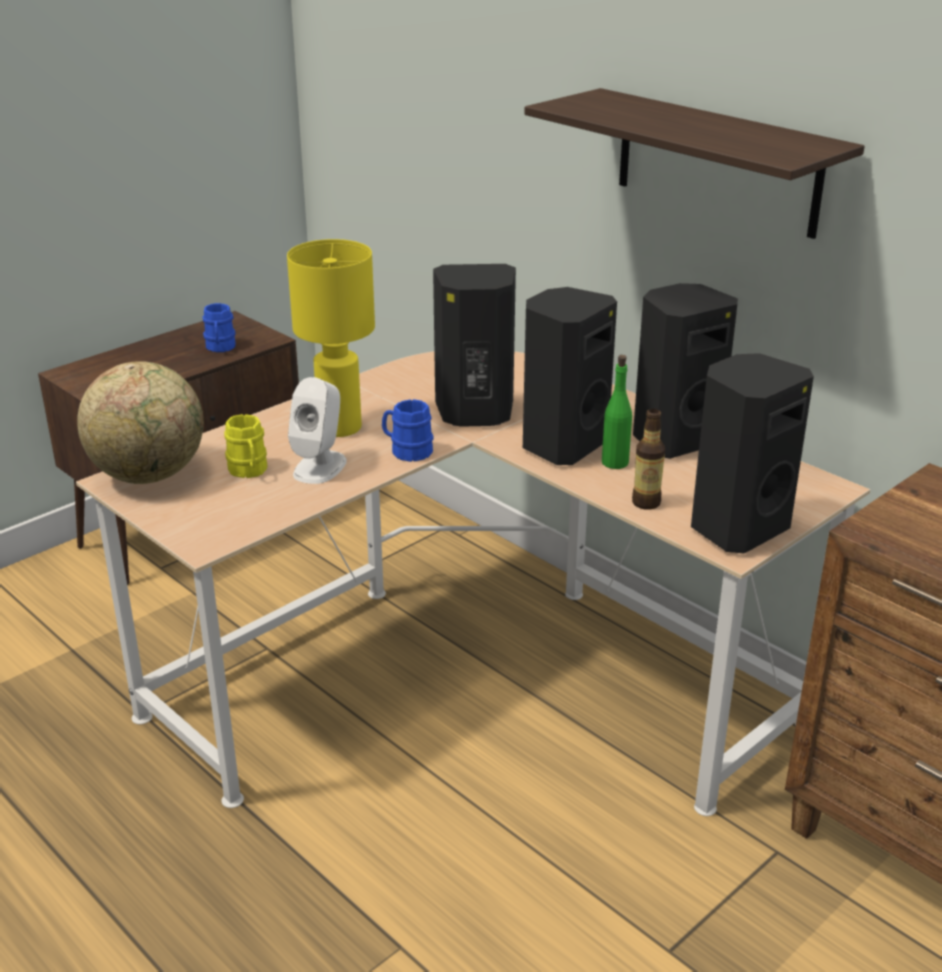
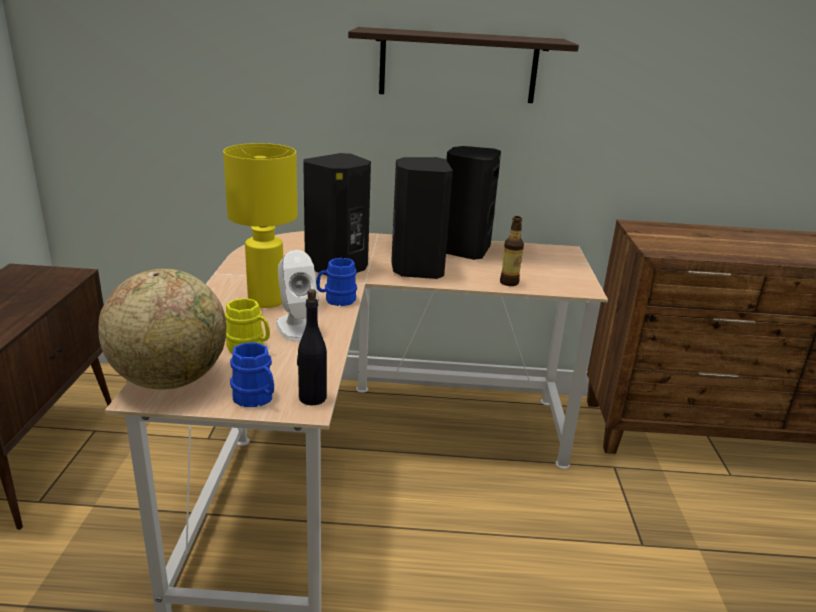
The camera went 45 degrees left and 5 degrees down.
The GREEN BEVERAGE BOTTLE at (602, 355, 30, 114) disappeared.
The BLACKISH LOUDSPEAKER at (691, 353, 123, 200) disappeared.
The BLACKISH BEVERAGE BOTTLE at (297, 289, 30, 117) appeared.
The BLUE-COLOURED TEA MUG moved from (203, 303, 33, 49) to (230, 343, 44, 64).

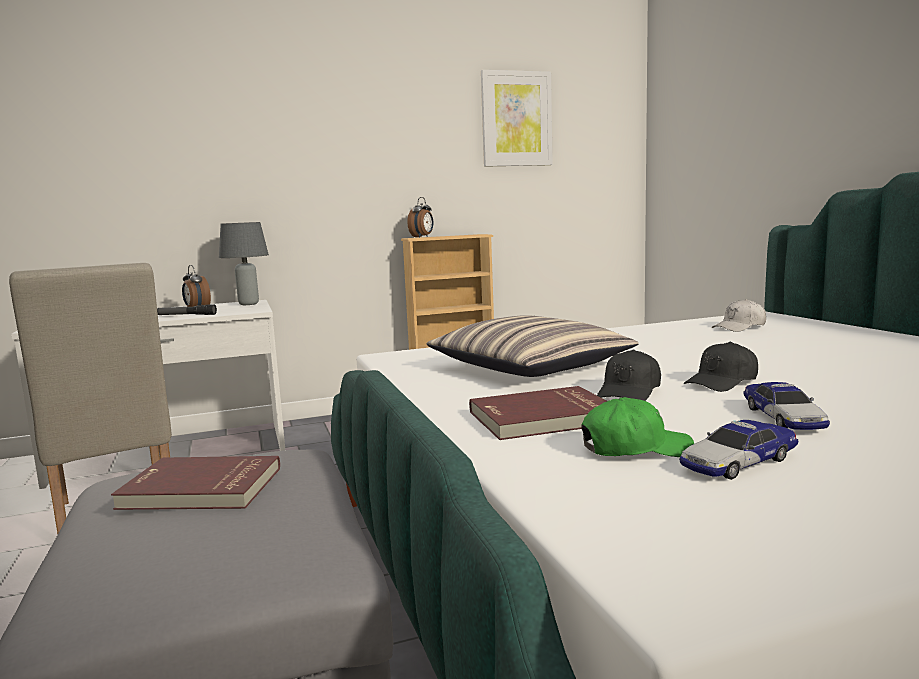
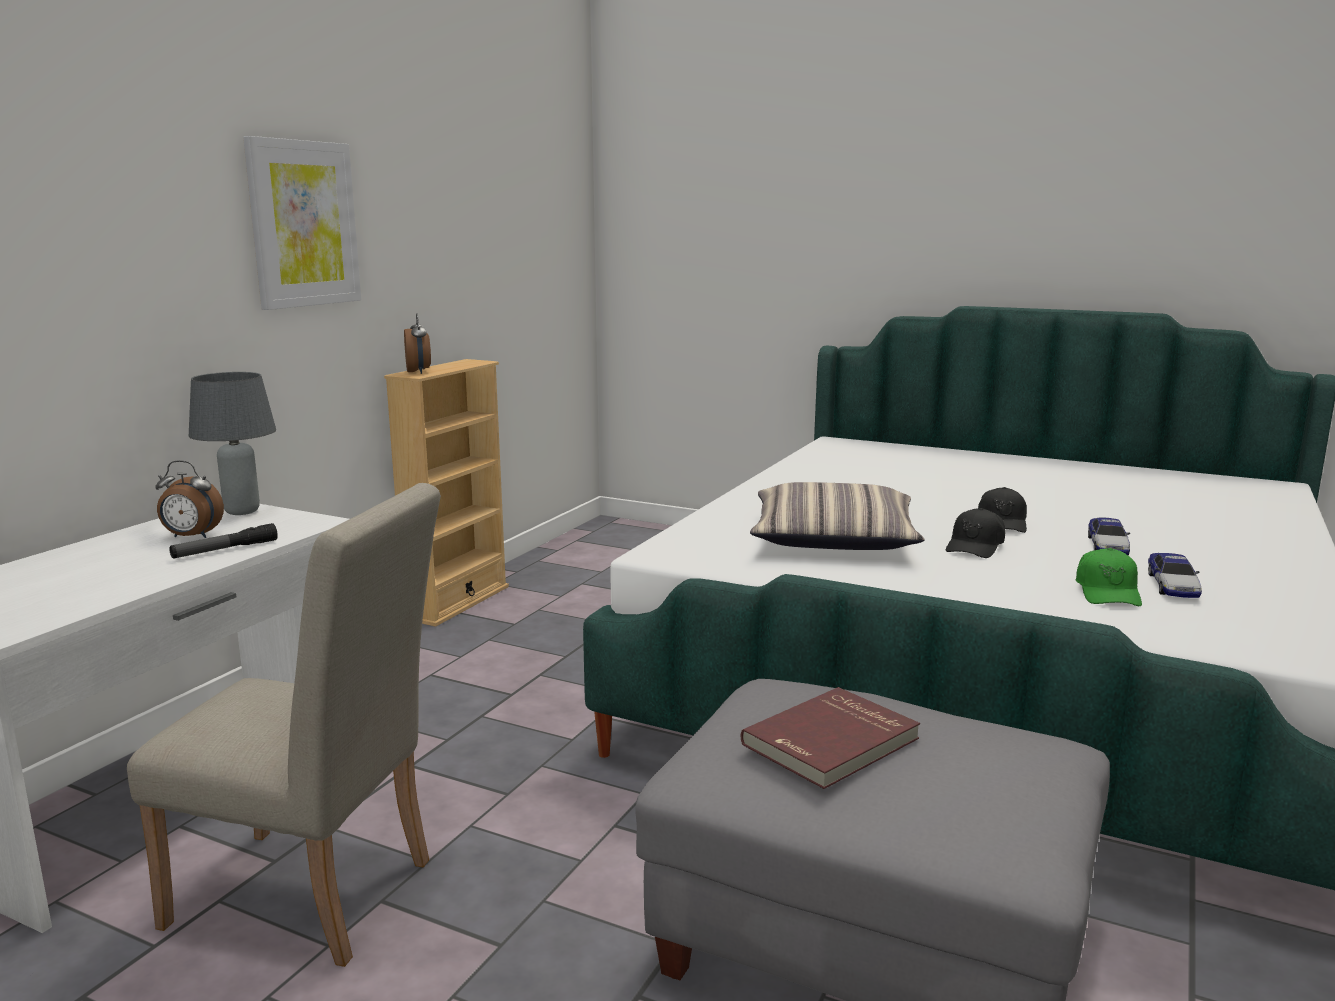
The camera went 45 degrees left and 5 degrees up.
The RED BOUND BOOK at (469, 386, 138, 54) disappeared.
The WHITE-COLOURED CAP at (712, 299, 54, 33) disappeared.
The PICTURE moved from (481, 70, 72, 97) to (243, 136, 118, 174).
The GREEN CAP at (581, 397, 113, 60) turned 150 degrees clockwise.
The BLACKISH CAP at (597, 350, 64, 51) turned 45 degrees clockwise.
The MINIATURE CAR at (743, 382, 87, 48) turned 60 degrees clockwise.

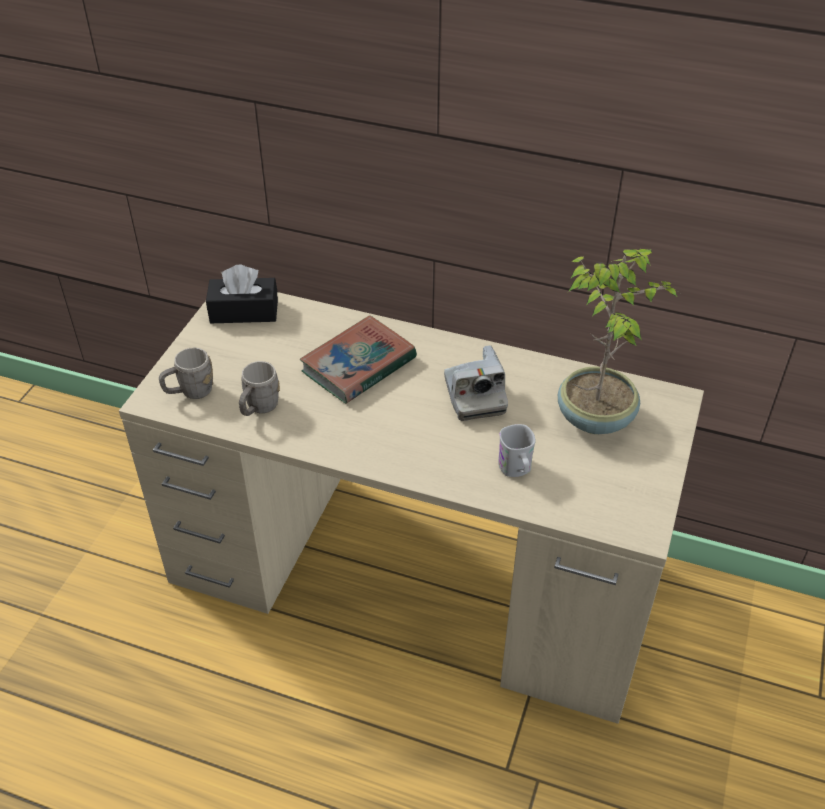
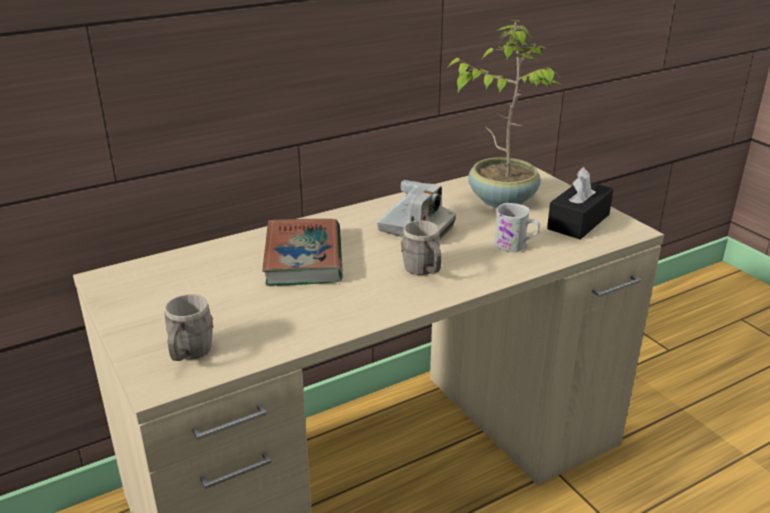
The camera went 50 degrees left and 15 degrees down.
The BLACKISH BOX OF TISSUES moved from (206, 265, 72, 58) to (547, 167, 66, 72).
The GREYISH TEA MUG moved from (239, 361, 41, 55) to (401, 221, 41, 54).

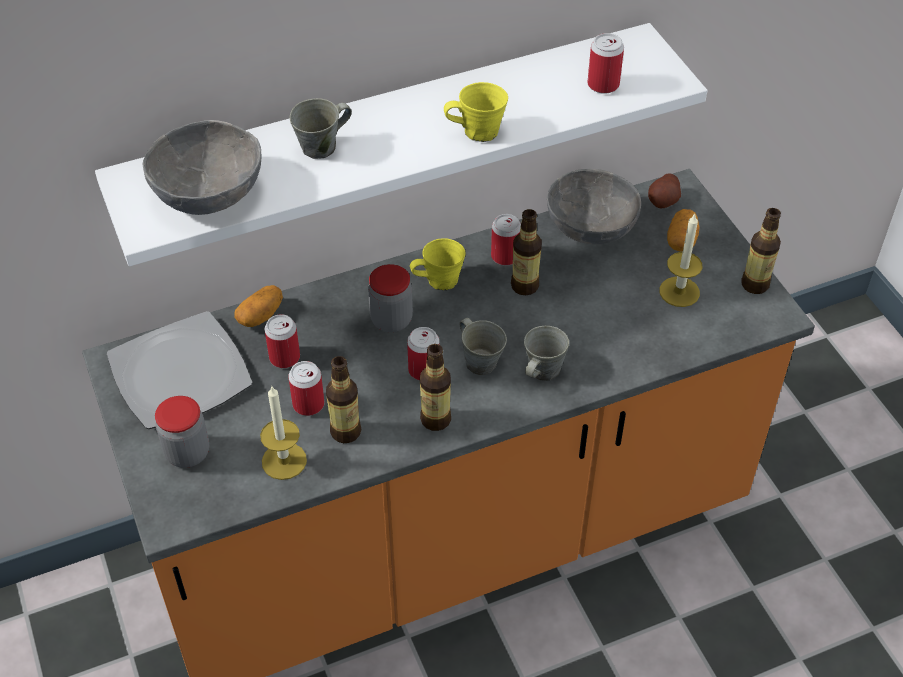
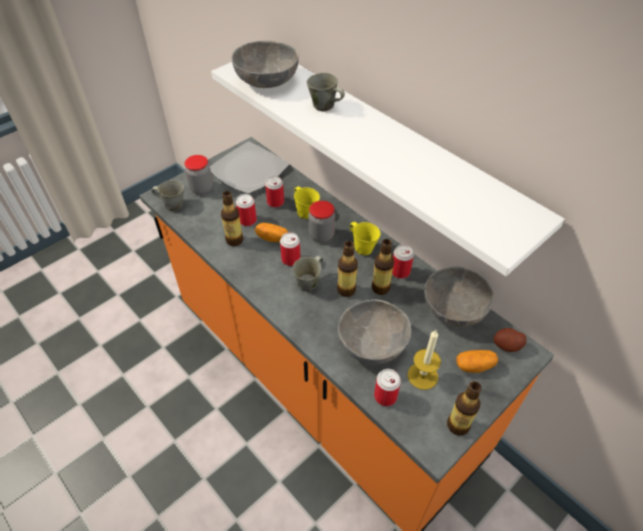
The camera went 70 degrees right and 0 degrees up.
The WAX CANDLE at (260, 385, 47, 95) disappeared.
The GREYISH BOWL at (338, 299, 73, 66) appeared.
The SPUD moved from (234, 285, 49, 42) to (255, 223, 34, 19).
The BEVERAGE BOTTLE moved from (420, 344, 31, 87) to (337, 241, 21, 56).
The YELLOWISH TEA MUG moved from (444, 82, 64, 60) to (294, 186, 26, 33).
The GREYISH TEA MUG moved from (524, 326, 45, 55) to (152, 180, 32, 31).
The METAL CAN moved from (587, 33, 37, 61) to (374, 369, 27, 37).

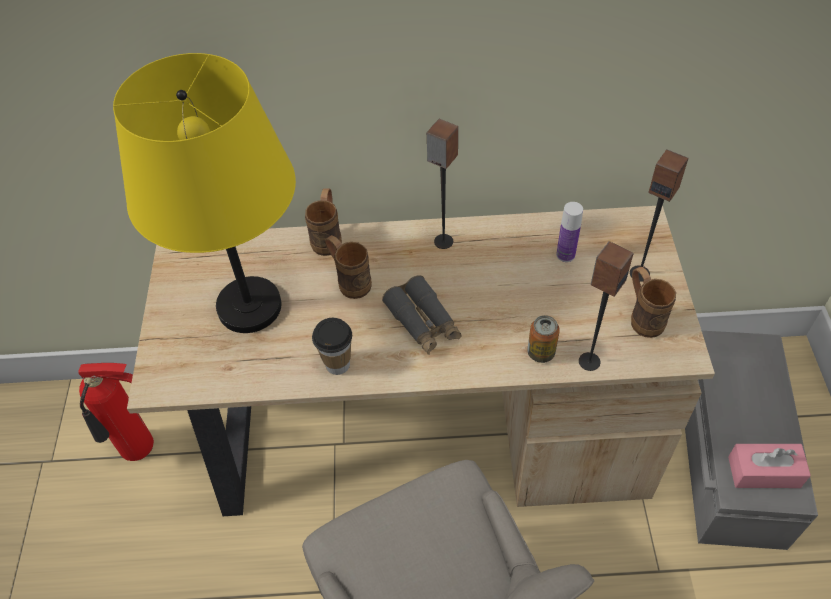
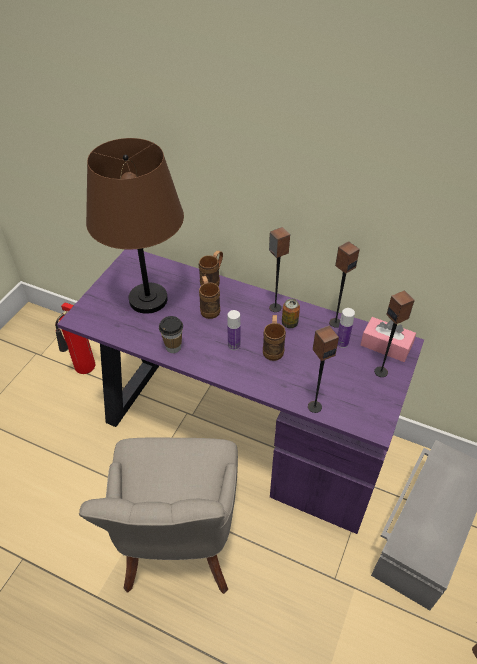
The camera went 25 degrees right and 5 degrees down.
The LOUDSPEAKER at (329, 241, 31, 87) appeared.
The METAL CAN moved from (527, 315, 33, 48) to (282, 299, 18, 29).
The BROWNISH TEA MUG moved from (631, 267, 45, 71) to (263, 315, 23, 46).
The PINKISH BOX OF TISSUES moved from (728, 444, 83, 44) to (360, 317, 56, 45).
The GREYISH BINOCULARS at (382, 275, 80, 80) was replaced by the BEVERAGE BOTTLE at (227, 310, 13, 40).
The YELLOWISH TABLETOP LAMP at (113, 53, 183, 280) became the BROWNISH TABLETOP LAMP at (86, 138, 98, 176).
The BEIGE DESK at (127, 205, 588, 311) became the PURPLISH DESK at (57, 249, 367, 285).

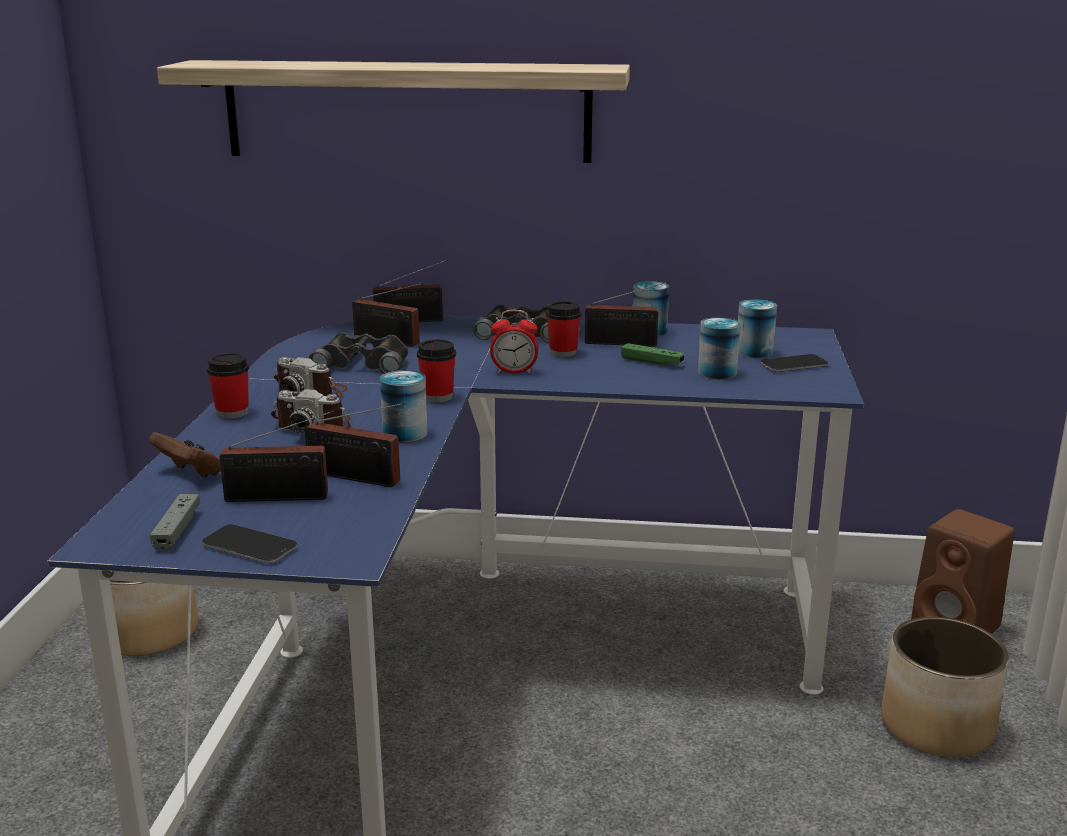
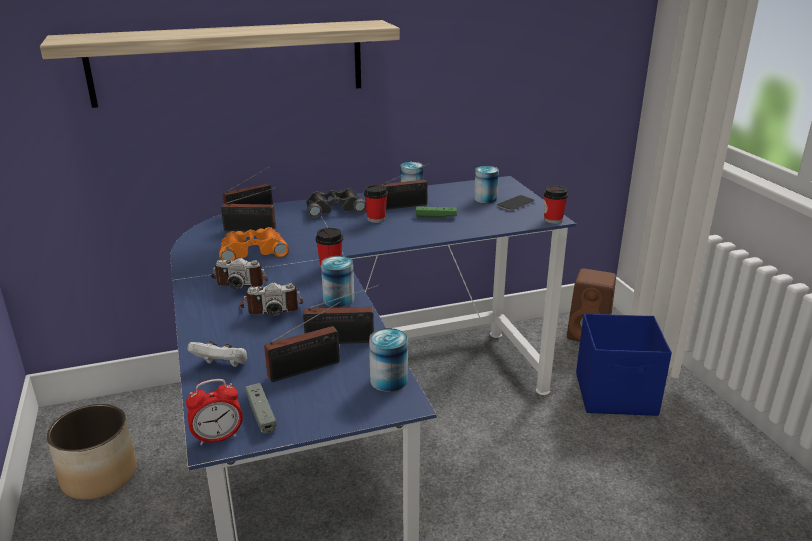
The camera went 25 degrees left and 5 degrees up.
The HANDSET at (202, 524, 96, 40) disappeared.
The DRINKING CUP moved from (207, 353, 42, 66) to (544, 186, 24, 38).
The ALARM CLOCK moved from (490, 310, 48, 64) to (186, 379, 57, 66).
The METAL CAN moved from (698, 317, 42, 62) to (369, 328, 39, 64).
The FLOWER POT at (881, 617, 128, 140) was replaced by the BLUE-COLOURED STORAGE BIN at (576, 314, 96, 102).
The BROWNISH GAME CONTROLLER at (149, 432, 72, 46) became the WHITE-COLOURED GAME CONTROLLER at (187, 341, 61, 26).
The BLACKISH BINOCULARS at (308, 332, 100, 42) became the ORANGE-COLOURED BINOCULARS at (219, 227, 70, 34).

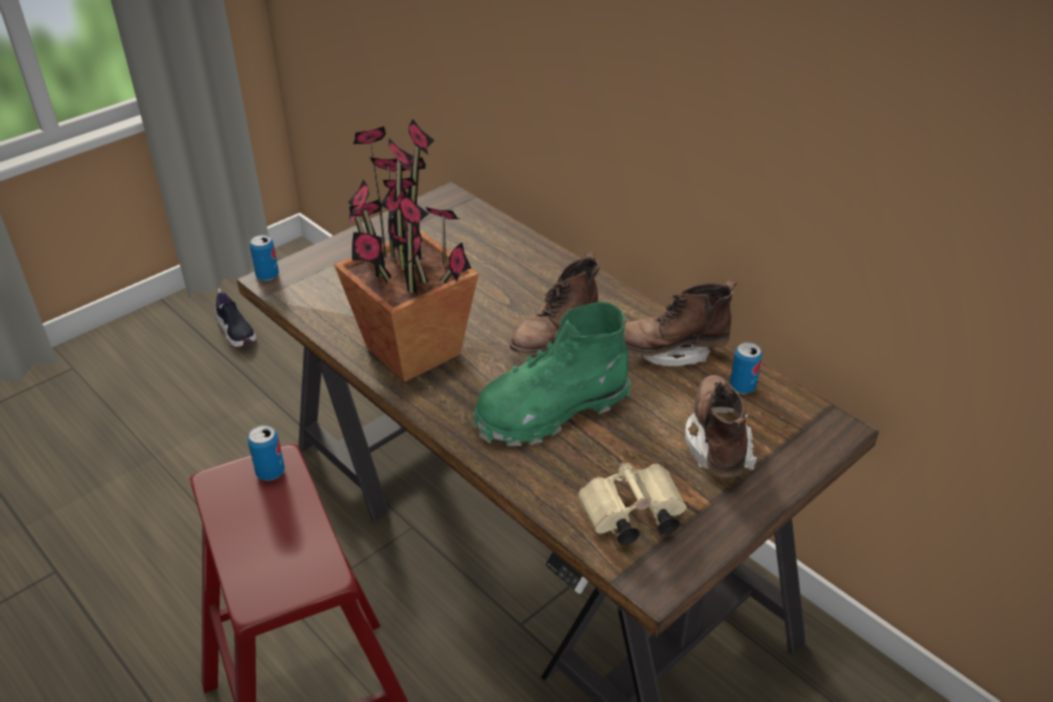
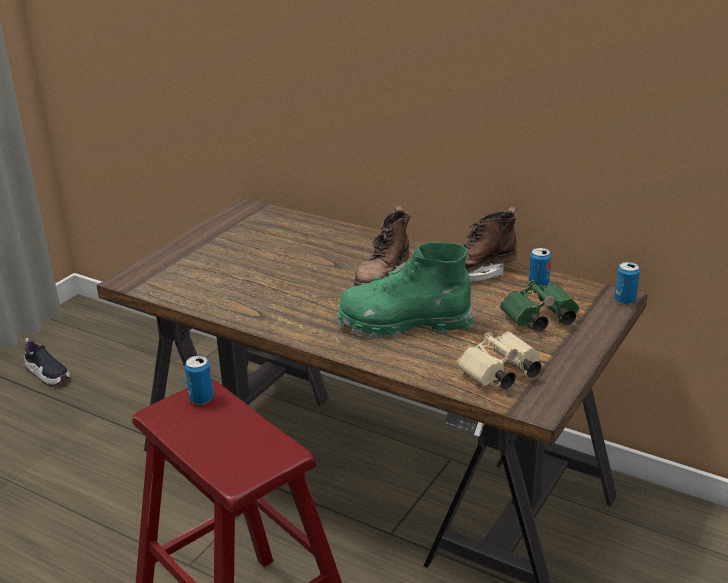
The camera went 15 degrees left and 10 degrees down.
The PLANT IN A POT at (334, 119, 145, 263) disappeared.
The METAL CAN moved from (250, 235, 29, 46) to (615, 262, 25, 43).
The BROWNISH HIGH-TOP BOOT at (685, 375, 72, 103) was replaced by the GREEN BINOCULARS at (500, 280, 79, 51).
The GREEN HIGH-TOP BOOT at (473, 302, 158, 144) turned 45 degrees clockwise.

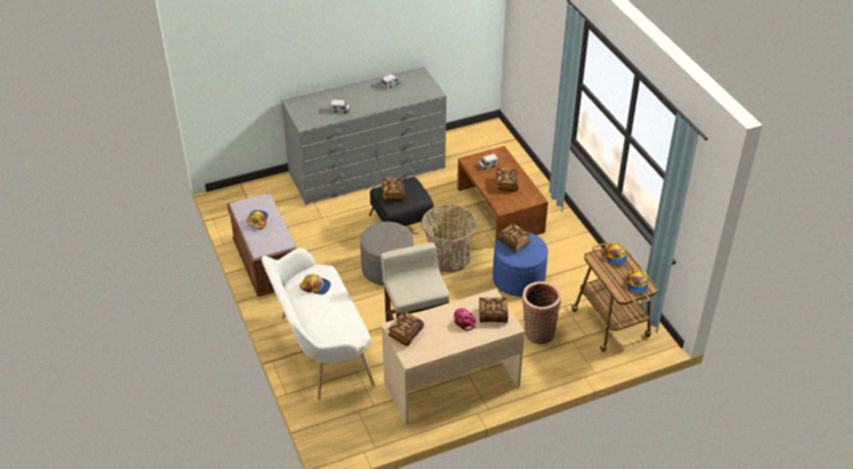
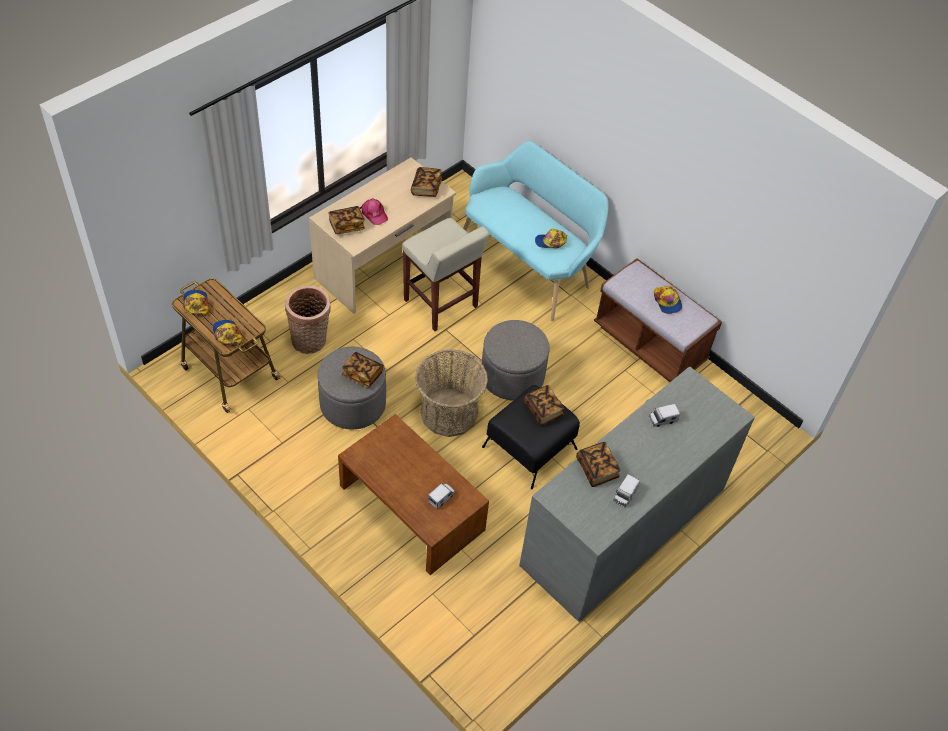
The camera went 155 degrees right and 10 degrees up.
The BOUND BOOK moved from (496, 168, 23, 24) to (576, 442, 44, 45).
The WHITE-COLOURED LONG SEAT at (262, 248, 113, 152) became the TURQUOISE LONG SEAT at (463, 141, 146, 180).
The BLUE-COLOURED OTTOMAN at (493, 232, 55, 64) became the GREYISH OTTOMAN at (317, 347, 69, 82).

